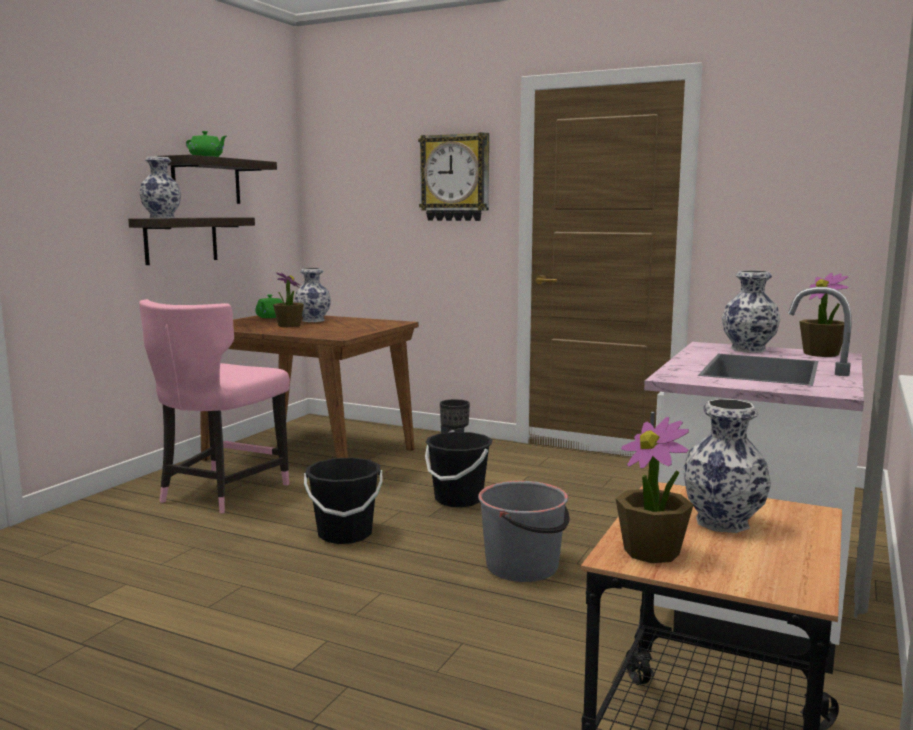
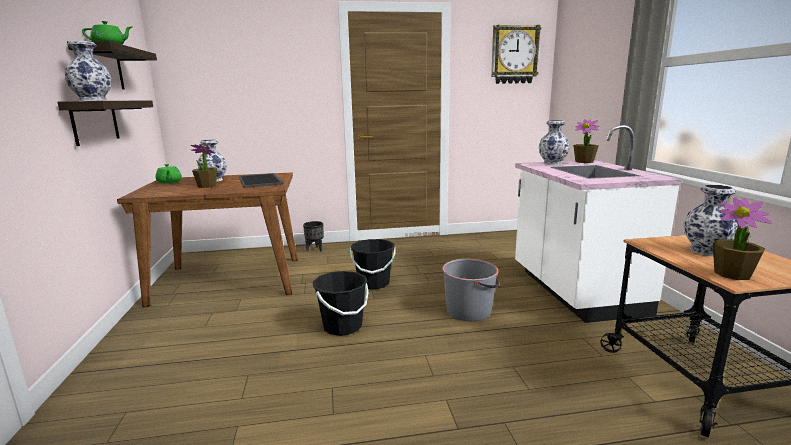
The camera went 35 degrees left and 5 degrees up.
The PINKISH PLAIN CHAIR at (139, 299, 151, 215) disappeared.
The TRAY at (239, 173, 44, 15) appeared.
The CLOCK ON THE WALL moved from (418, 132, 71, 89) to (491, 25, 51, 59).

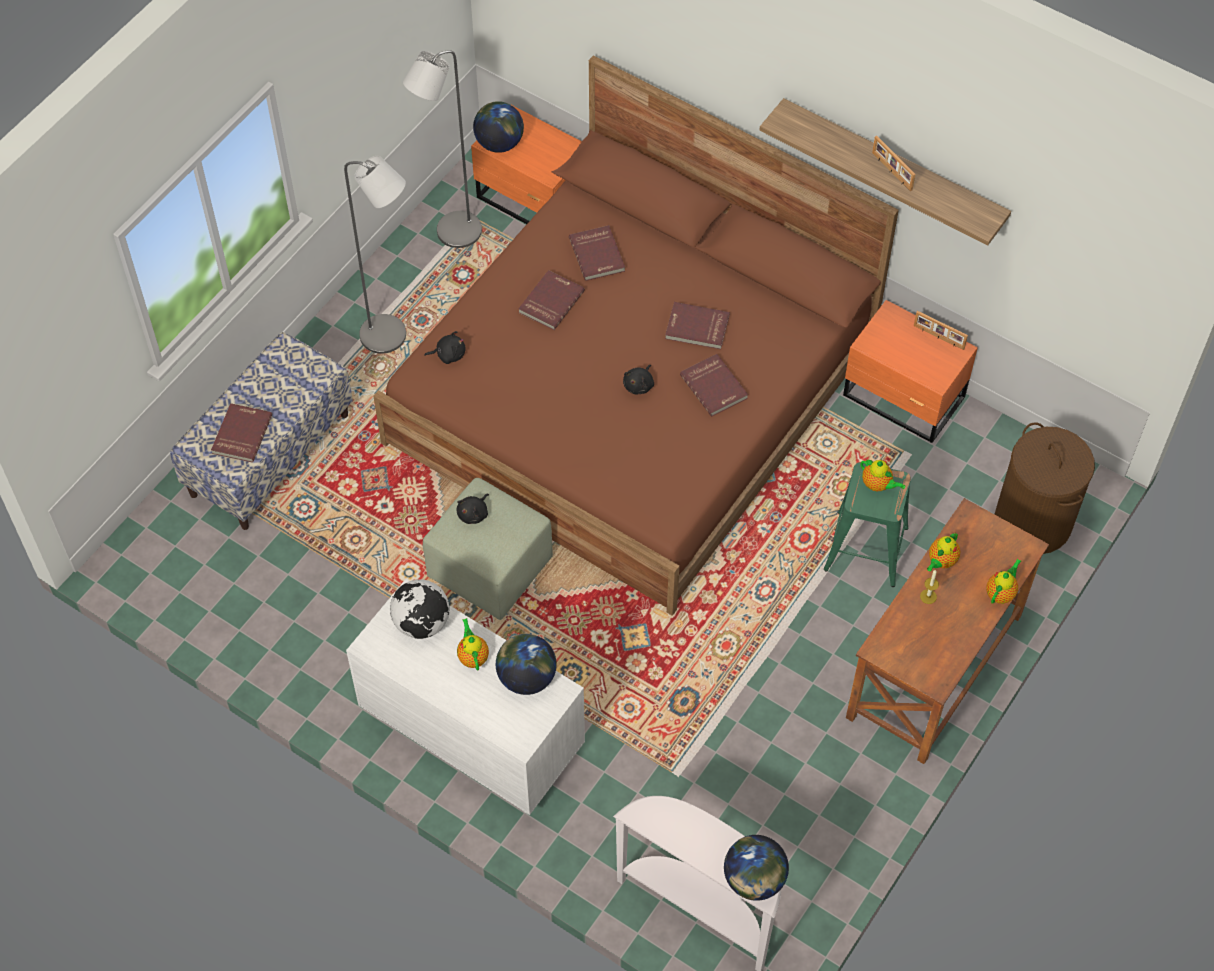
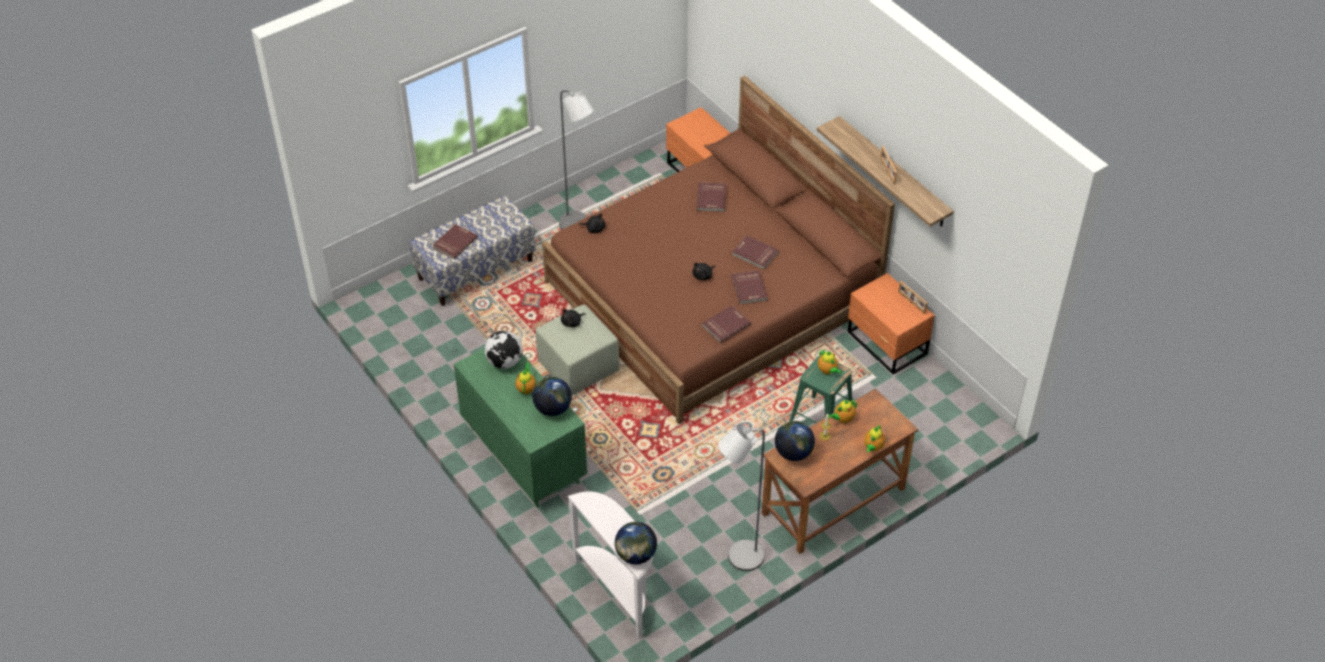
The camera went 20 degrees right and 10 degrees down.
The BROWNISH LAUNDRY BASKET at (995, 422, 100, 132) disappeared.
The GREYISH STANDARD LAMP moved from (403, 50, 79, 198) to (718, 424, 47, 147).
The GLOBE moved from (473, 101, 51, 52) to (775, 421, 40, 40).
The RED BOUND BOOK moved from (518, 270, 67, 60) to (702, 305, 49, 38).
The WHITE-COLOURED DRESSER at (346, 579, 239, 236) became the GREEN DRESSER at (454, 348, 133, 159).
The TEAPOT at (986, 559, 35, 45) turned 150 degrees clockwise.

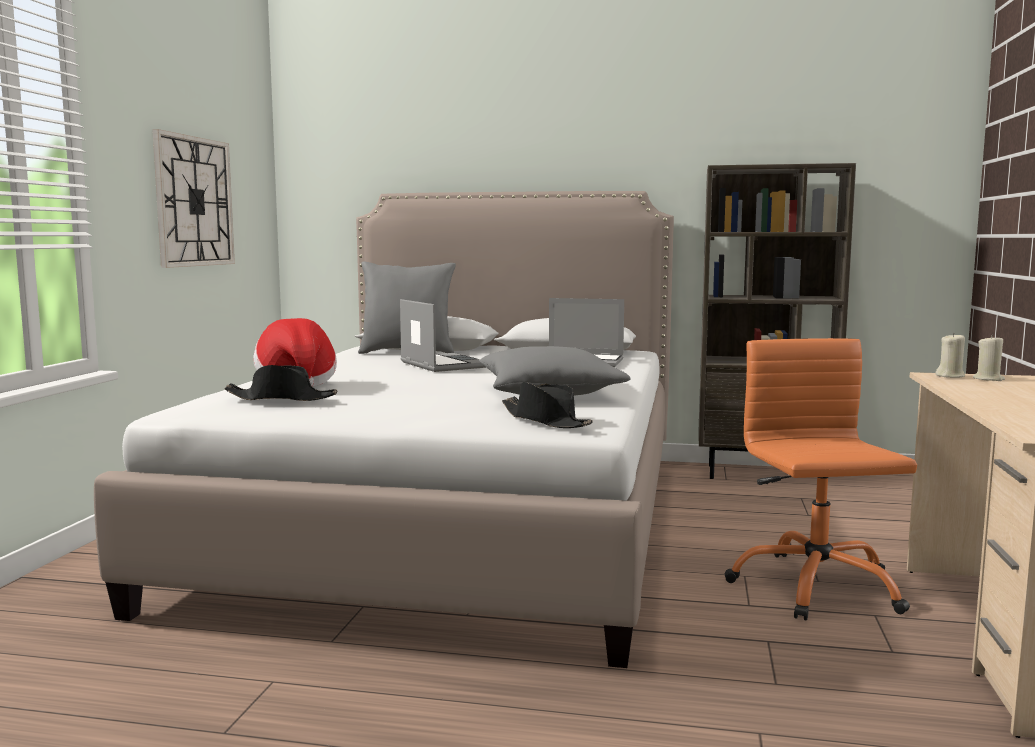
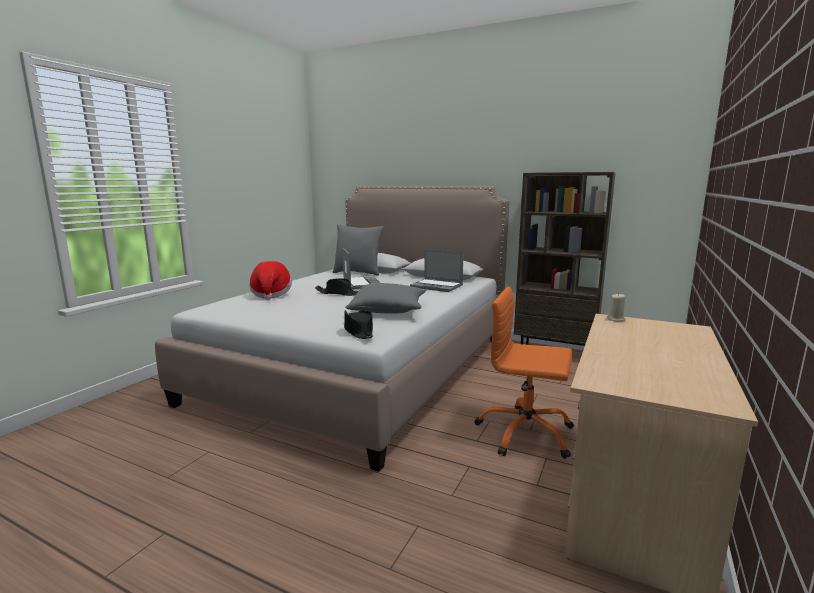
The camera went 15 degrees right and 5 degrees up.
The CLOCK ON THE WALL at (152, 129, 83, 139) disappeared.
The BEIGE WAX CANDLE at (973, 335, 32, 46) disappeared.
The BLACKISH HAT moved from (224, 365, 113, 36) to (315, 278, 43, 18).
The ORANGE-COLOURED DESK CHAIR at (724, 338, 193, 282) turned 75 degrees counterclockwise.

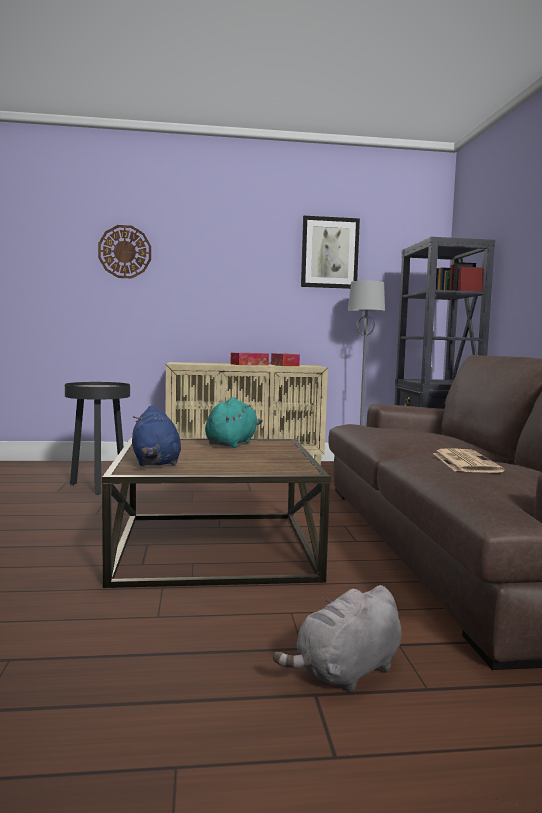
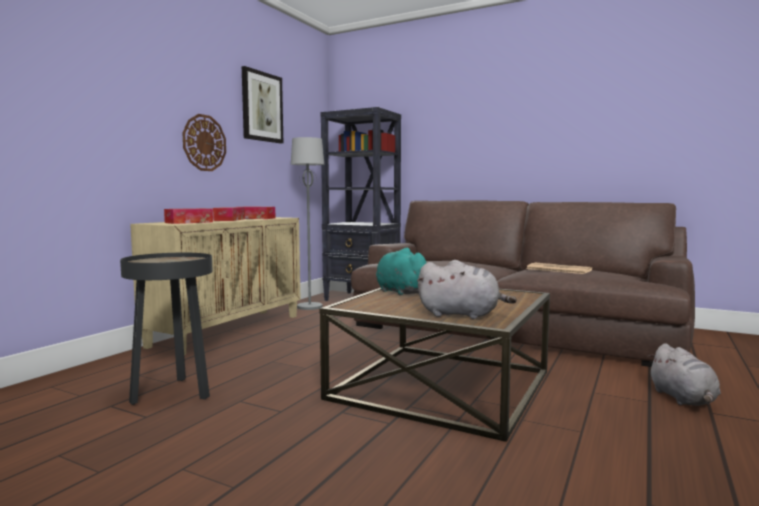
The camera went 55 degrees left and 0 degrees up.
The BOX OF TISSUES at (164, 208, 49, 16) appeared.
The CLOCK ON THE WALL moved from (98, 225, 53, 54) to (182, 114, 44, 57).
The BLUE-COLOURED PLUSH TOY at (132, 405, 49, 61) became the GREYISH PLUSH TOY at (417, 260, 100, 59).

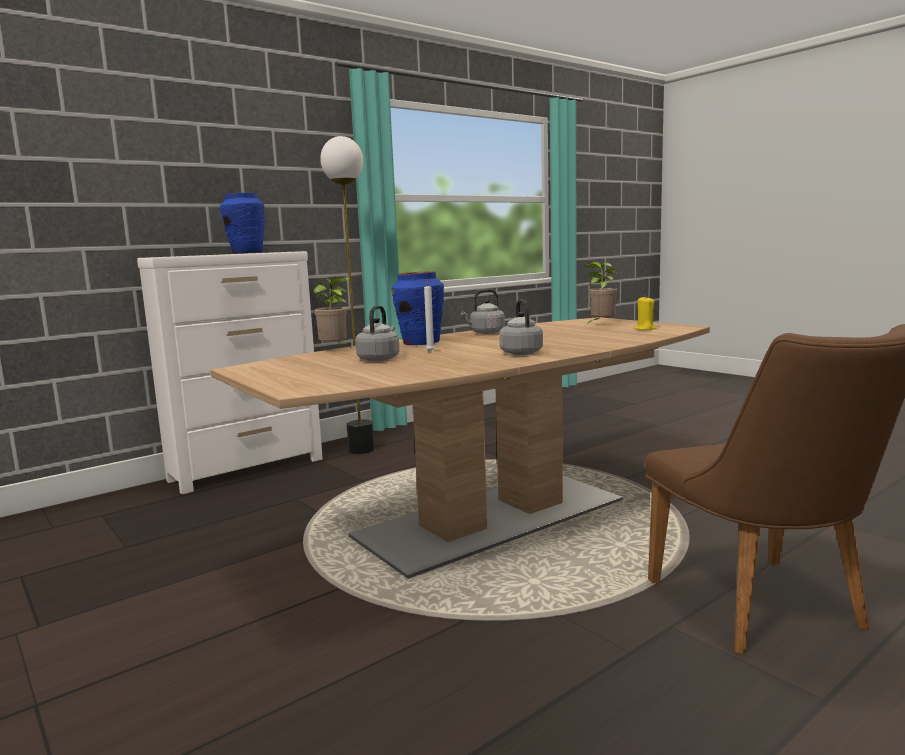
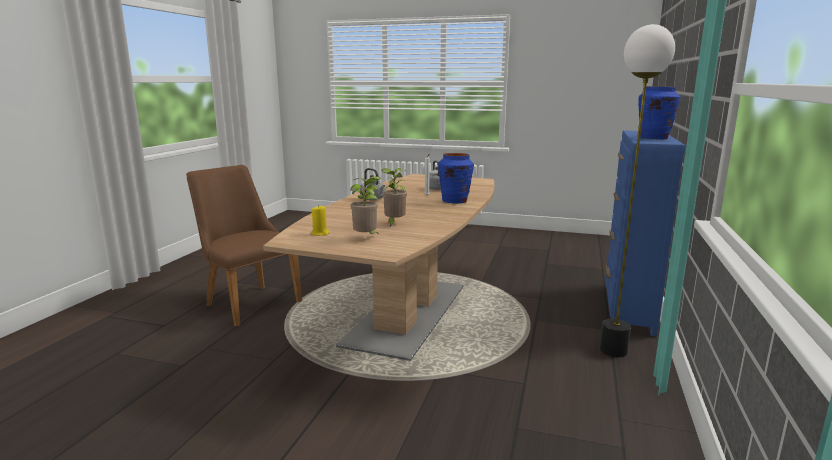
The camera went 145 degrees right and 5 degrees up.
The GREYISH KETTLE at (461, 289, 44, 45) disappeared.
The PLANT IN A POT moved from (313, 277, 37, 69) to (381, 168, 26, 58).
The WHITE-COLOURED DRESSER at (137, 251, 186, 243) became the BLUE-COLOURED DRESSER at (606, 131, 79, 206).

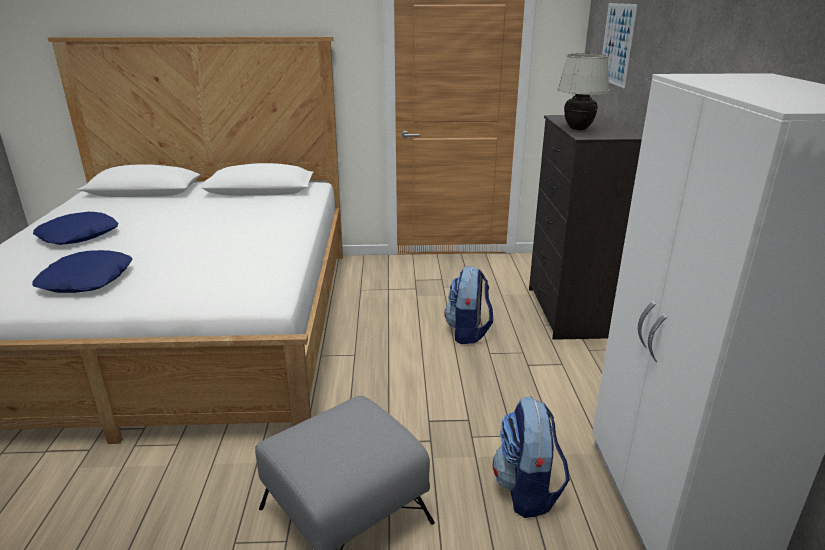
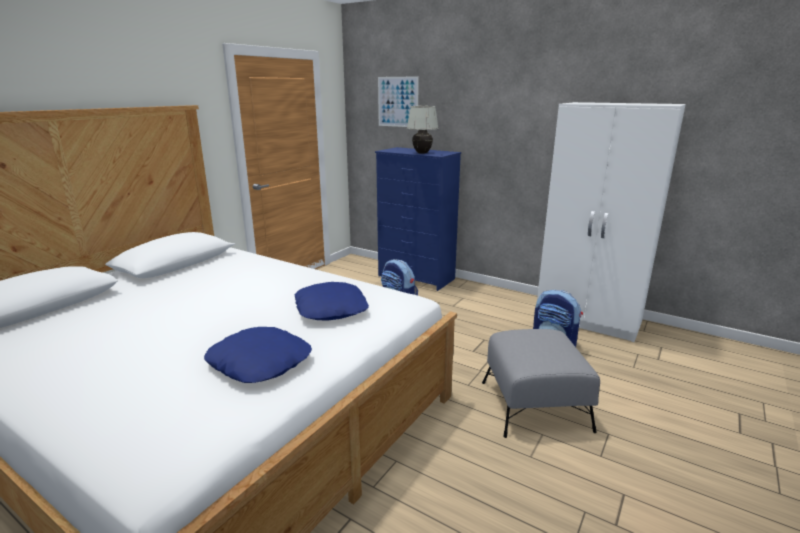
The camera went 55 degrees left and 5 degrees down.
The BLUE-COLOURED PILLOW moved from (33, 212, 85, 33) to (294, 282, 75, 39).
The BLACKISH DRESSER at (529, 115, 113, 225) became the BLUE-COLOURED DRESSER at (375, 147, 86, 144).

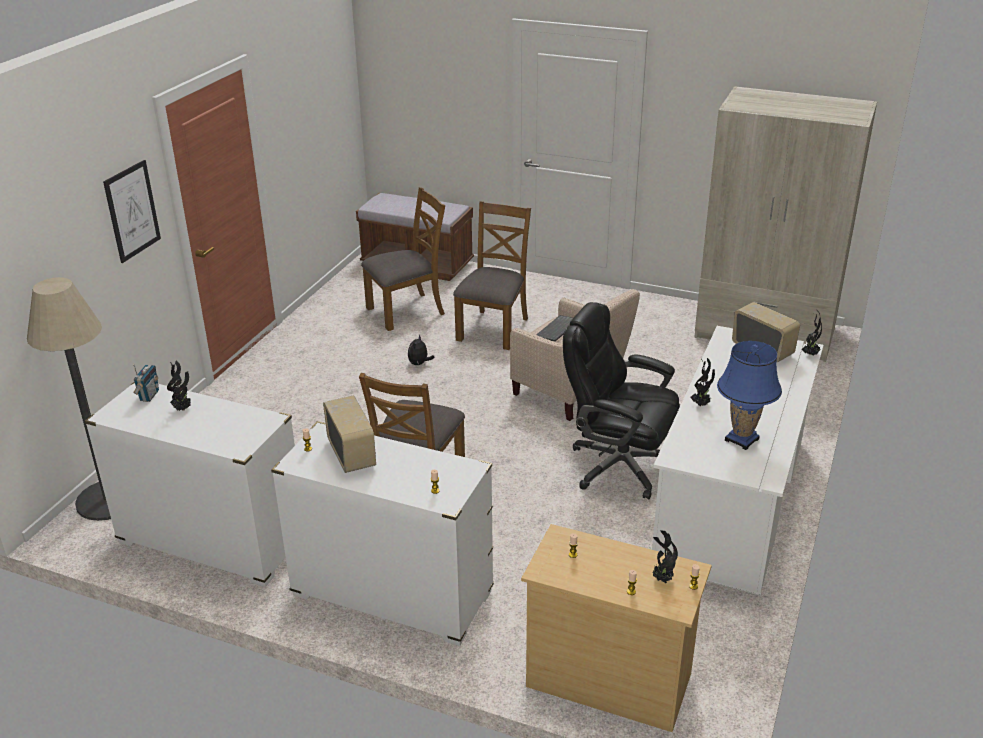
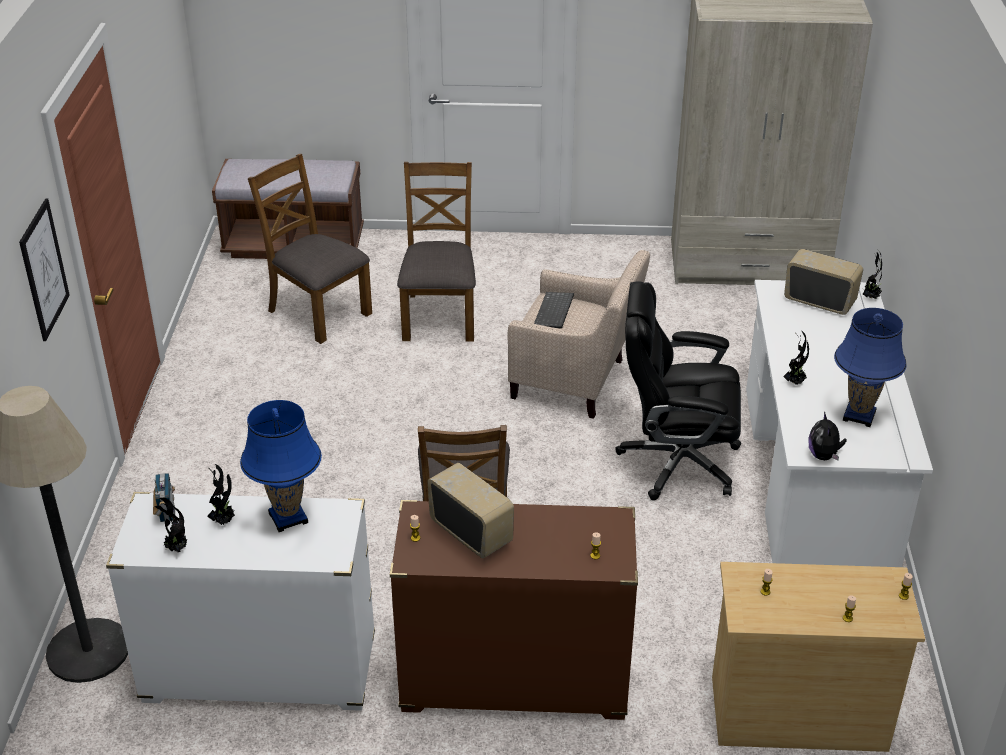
The camera went 20 degrees left and 5 degrees up.
The BLUE-COLOURED TABLETOP LAMP at (240, 400, 82, 132) appeared.
The PLUSH TOY moved from (408, 334, 26, 31) to (808, 411, 39, 49).
The PLANT IN A POT moved from (653, 530, 25, 53) to (155, 497, 32, 55).
The WHITE-COLOURED DRESSER at (271, 421, 223, 225) became the BROWNISH DRESSER at (390, 500, 248, 220).
The BROWNISH PLAIN CHAIR at (361, 187, 84, 144) turned 90 degrees counterclockwise.

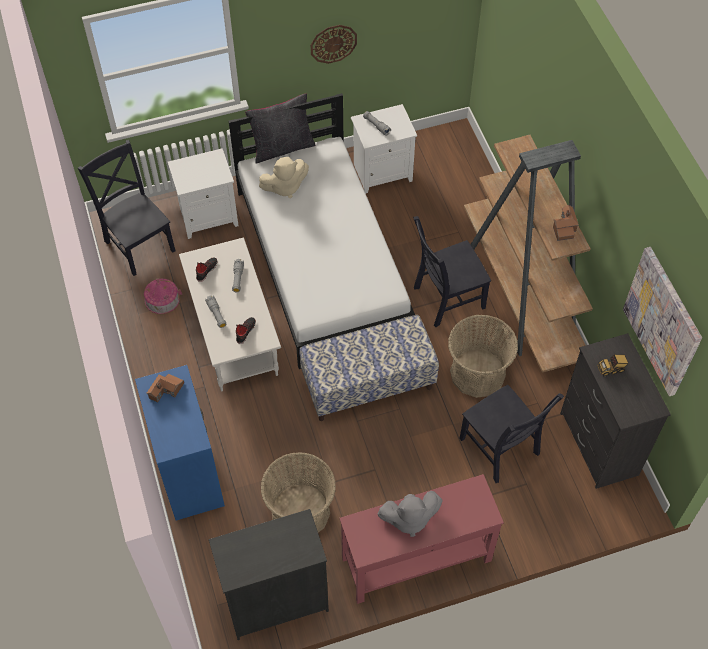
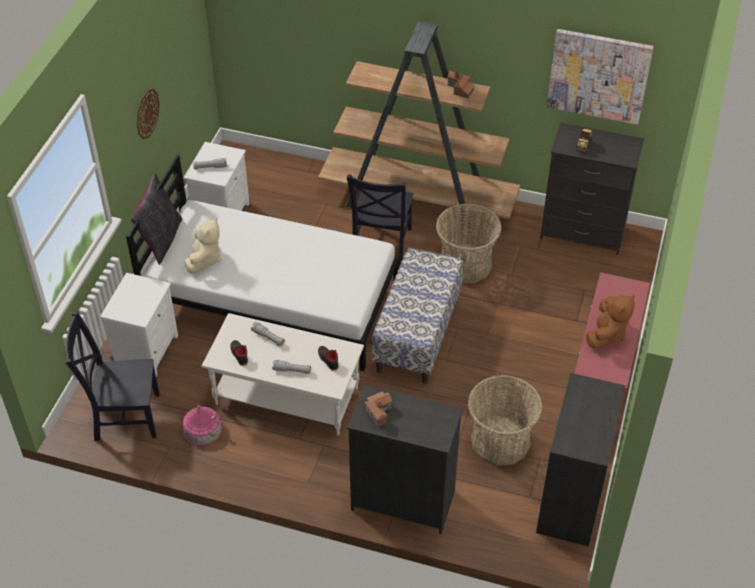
The camera went 55 degrees left and 10 degrees down.
The BLACKISH PLAIN CHAIR at (459, 385, 105, 98) disappeared.
The BLUE-COLOURED DRESSER at (135, 365, 90, 156) became the BLACKISH DRESSER at (347, 385, 116, 149).
The GREYISH PLUSH TOY at (378, 491, 64, 46) became the BROWNISH PLUSH TOY at (586, 294, 49, 54).

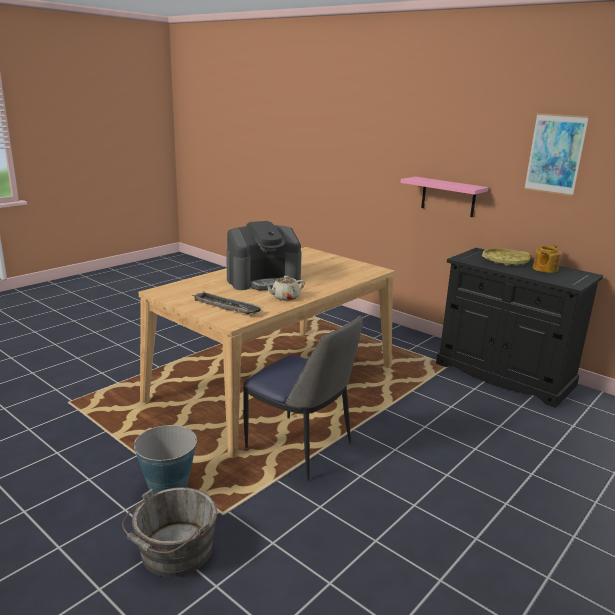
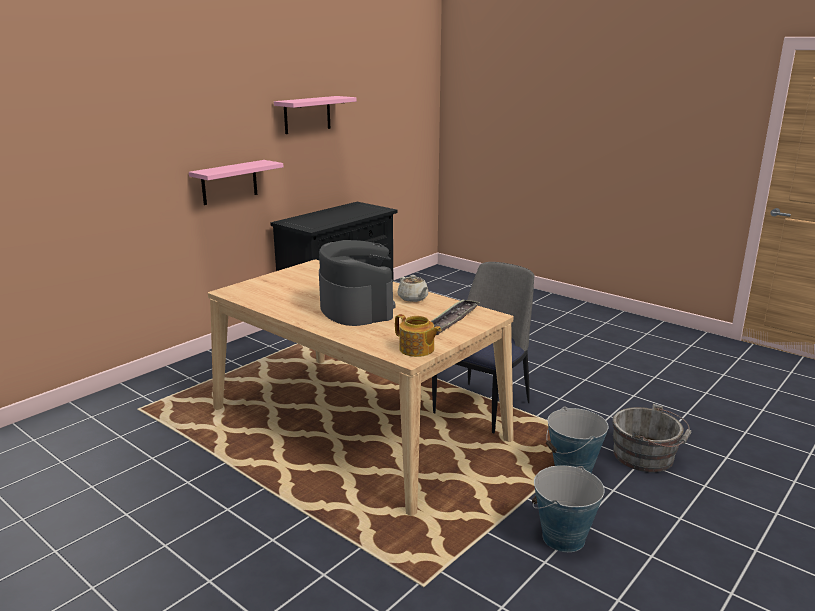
The camera went 90 degrees left and 0 degrees up.
The YELLOWISH TRAY at (482, 248, 48, 18) disappeared.
The BUCKET at (532, 465, 73, 87) appeared.
The TEAPOT moved from (533, 245, 28, 28) to (395, 314, 46, 43).
The PICTURE at (524, 113, 65, 83) was replaced by the PINKISH SHELF at (274, 96, 83, 38).

